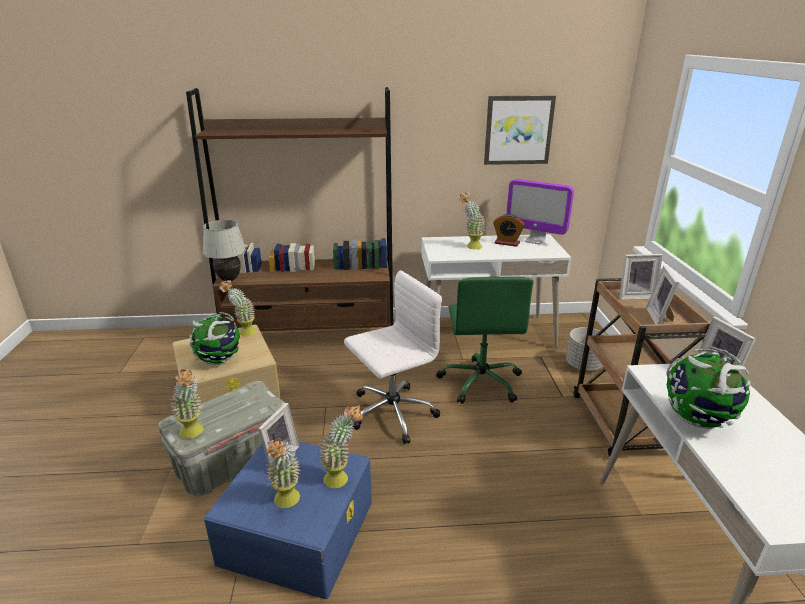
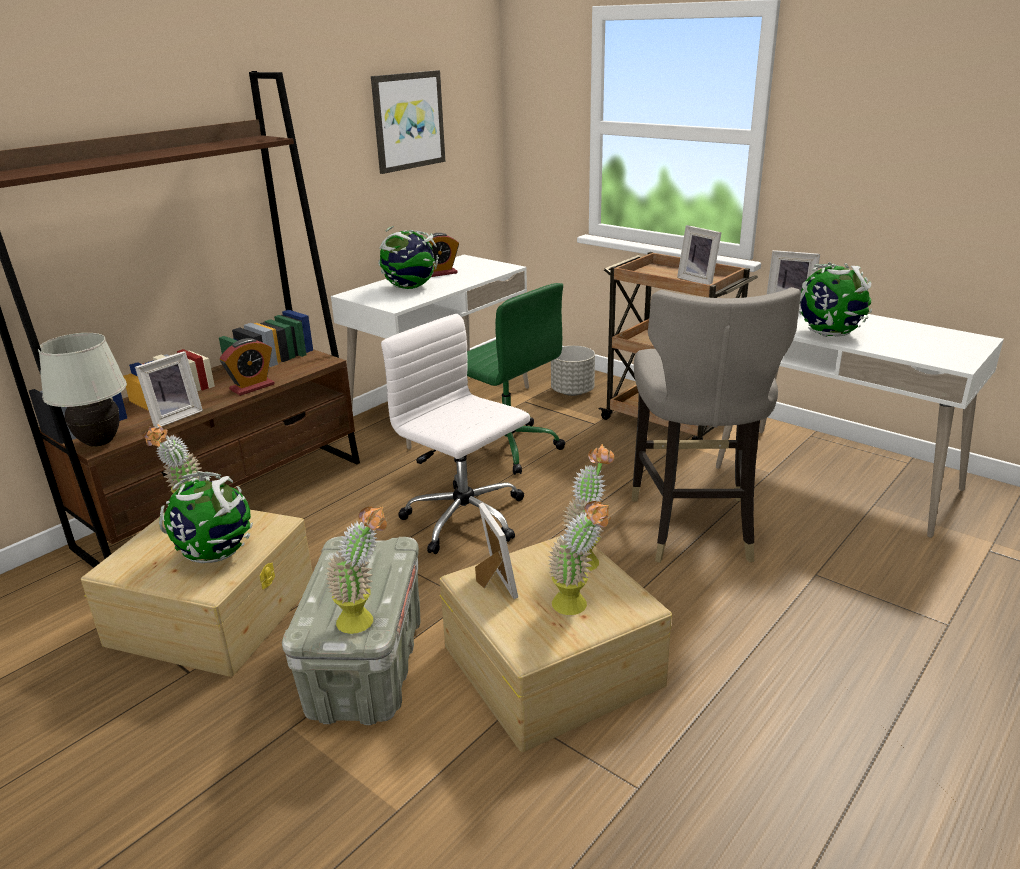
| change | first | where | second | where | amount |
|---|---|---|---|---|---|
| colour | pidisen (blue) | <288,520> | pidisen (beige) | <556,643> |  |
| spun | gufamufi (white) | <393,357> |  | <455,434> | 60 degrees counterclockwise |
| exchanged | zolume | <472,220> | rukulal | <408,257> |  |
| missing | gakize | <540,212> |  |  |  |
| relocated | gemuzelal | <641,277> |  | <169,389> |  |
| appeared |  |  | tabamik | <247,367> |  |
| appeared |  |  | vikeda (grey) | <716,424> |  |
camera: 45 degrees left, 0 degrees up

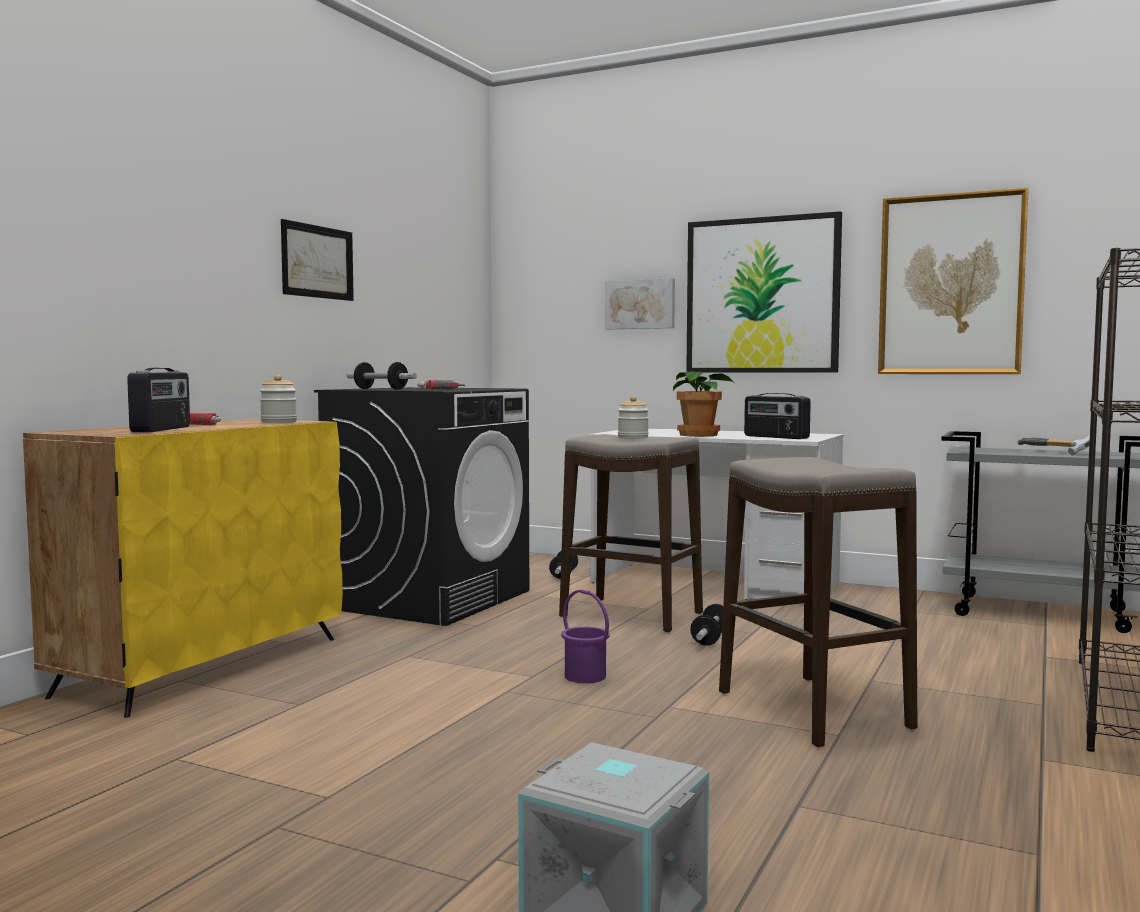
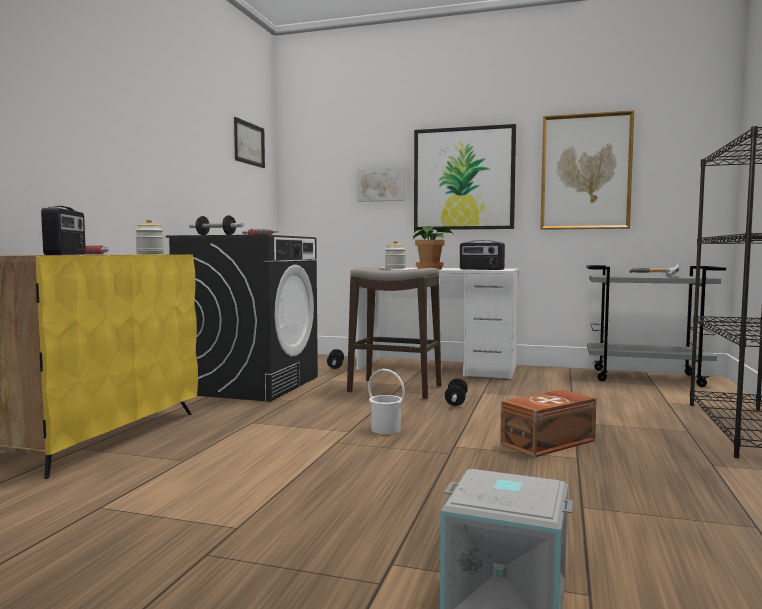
| change | first | where | second | where | amount |
|---|---|---|---|---|---|
| relocated | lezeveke | <317,260> |  | <249,142> |  |
| colour | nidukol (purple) | <585,636> | nidukol (white) | <386,401> |  |
| exchanged | vikeda | <818,602> | pidisen (brown) | <548,424> |  |
camera: 10 degrees left, 0 degrees up

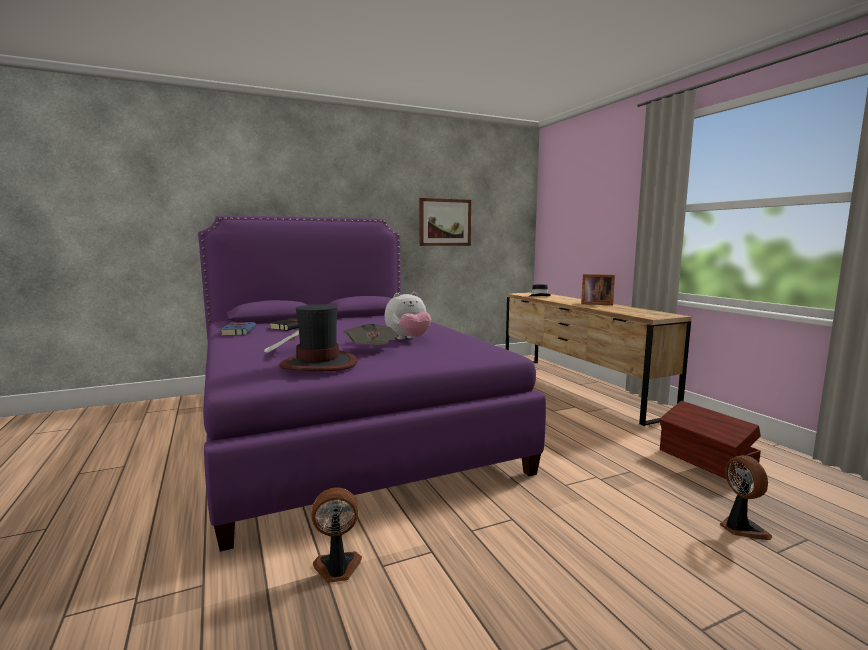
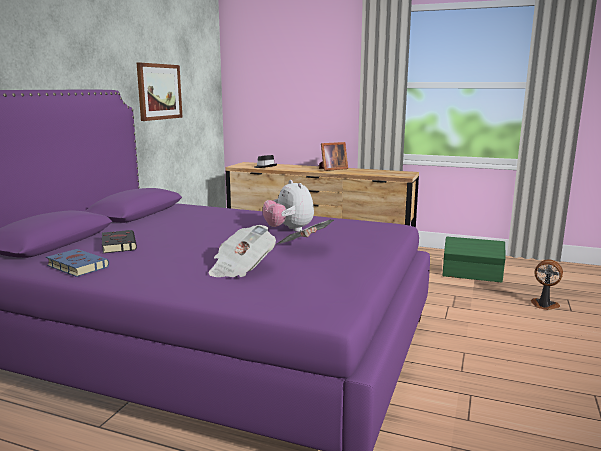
| change | first | where | second | where | amount |
|---|---|---|---|---|---|
| missing | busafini | <319,338> |  |  |  |
| missing | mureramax | <336,535> |  |  |  |
| spun | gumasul | <408,315> |  | <288,206> | 135 degrees clockwise |
| colour | pidisen (brown) | <710,441> | pidisen (green) | <474,259> |  |
camera: 45 degrees left, 5 degrees up

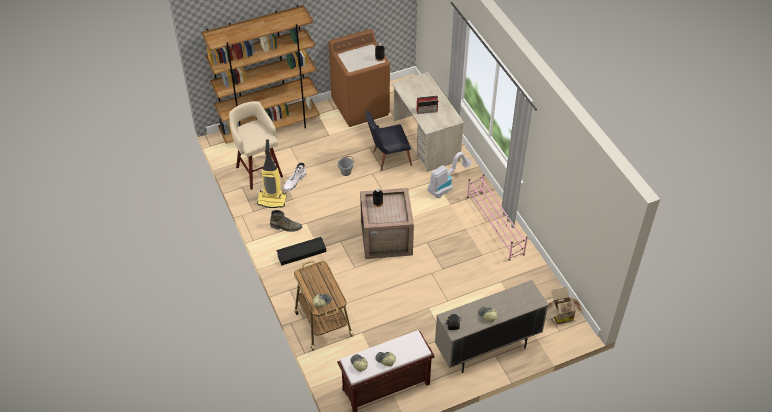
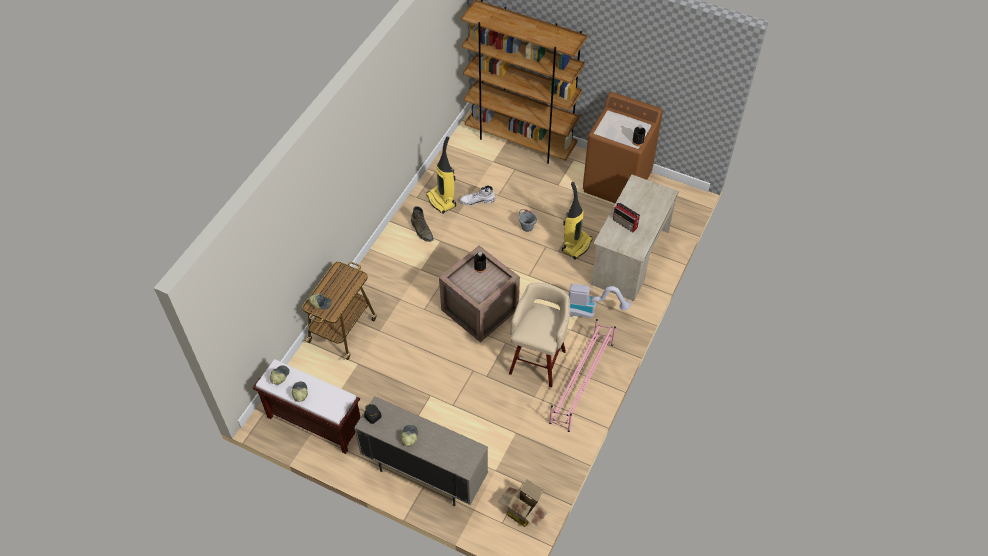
| change | first | where | second | where | amount |
|---|---|---|---|---|---|
| relocated | vikeda (beige) | <256,145> |  | <539,335> |  |
| missing | pidisen (black) | <301,251> |  |  |  |
| exchanged | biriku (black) | <389,141> | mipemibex | <577,221> |  |
camera: 50 degrees right, 5 degrees up

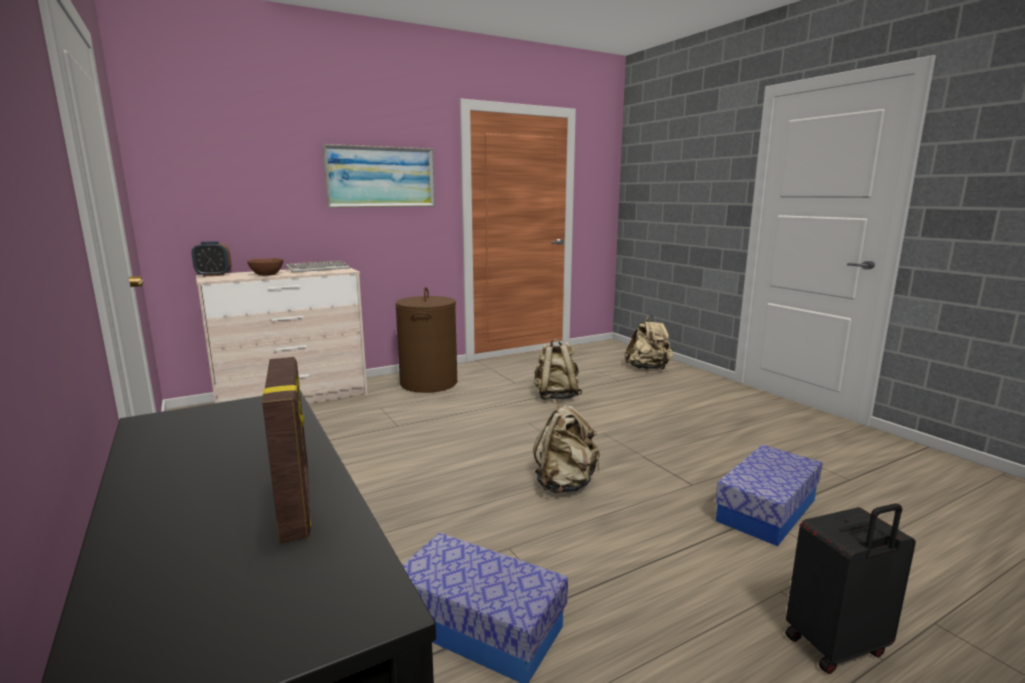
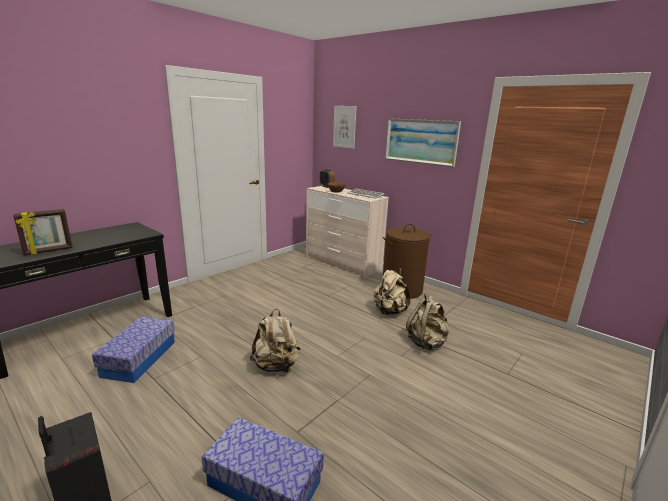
| change | first | where | second | where | amount |
|---|---|---|---|---|---|
| relocated | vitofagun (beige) | <649,342> |  | <392,291> |  |
| appeared |  |  | lezeveke | <345,127> |  |
camera: 70 degrees right, 5 degrees up

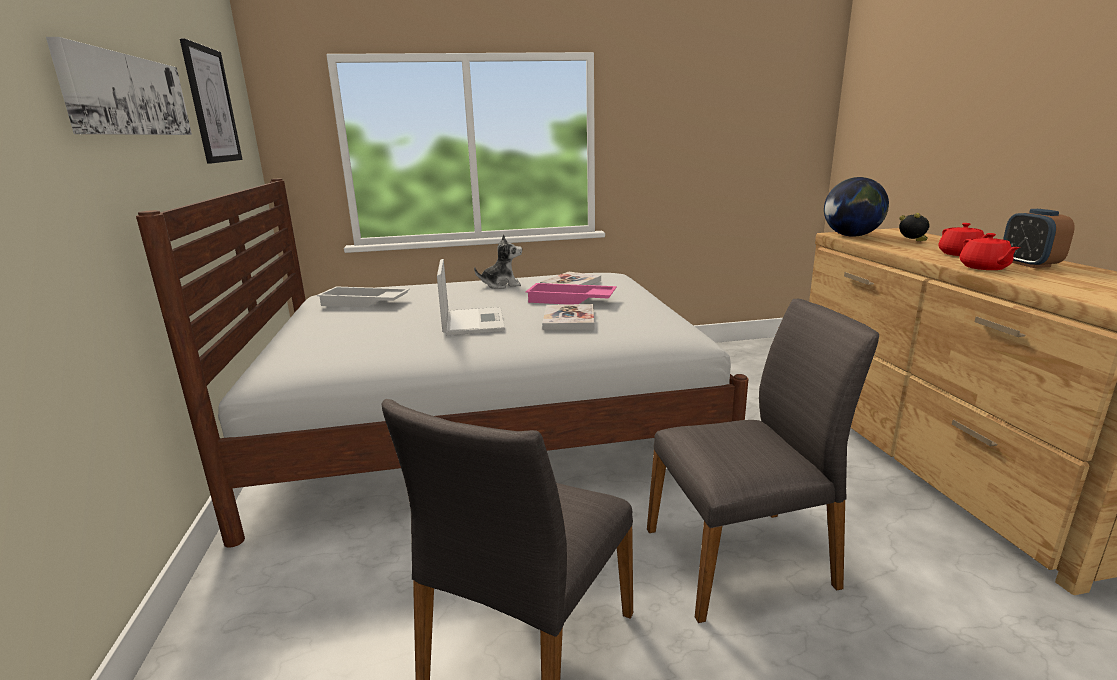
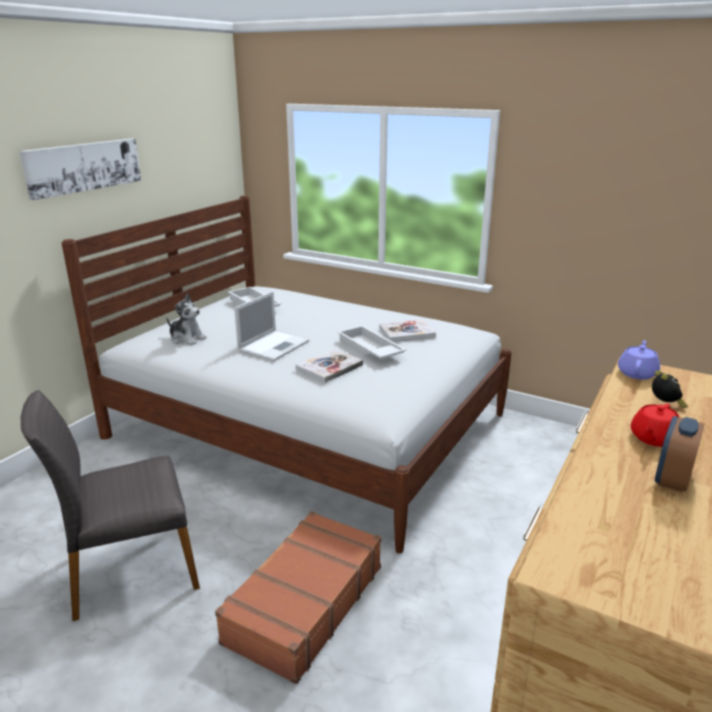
| change | first | where | second | where | amount |
|---|---|---|---|---|---|
| missing | lezeveke | <211,101> |  |  |  |
| relocated | gumasul | <498,261> |  | <186,319> |  |
| colour | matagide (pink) | <571,293> | matagide (white) | <372,342> |  |
| exchanged | biriku (grey) | <763,461> | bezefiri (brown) | <298,597> |  |
| exchanged | rukulal | <856,207> | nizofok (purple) | <639,360> |  |
| missing | nizofok (red) | <990,251> |  |  |  |
camera: 40 degrees right, 5 degrees up

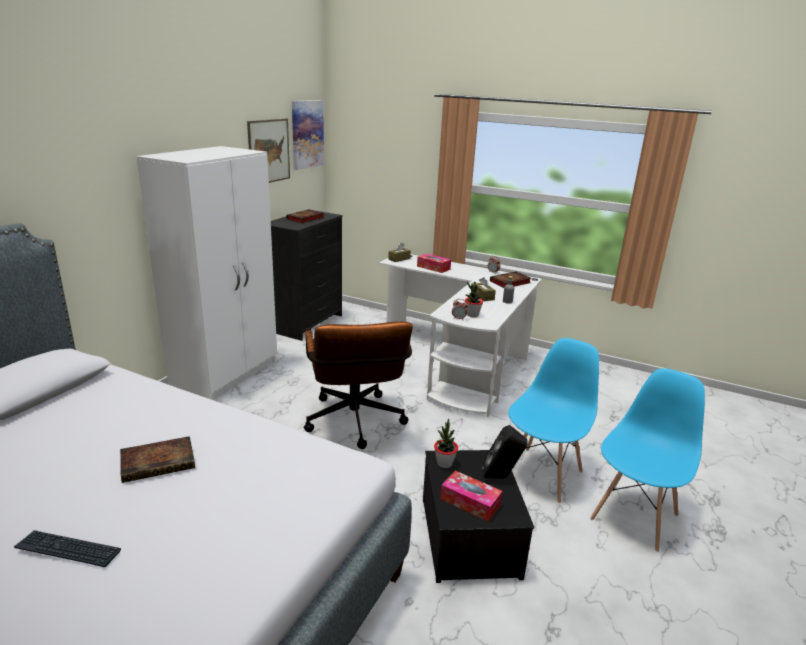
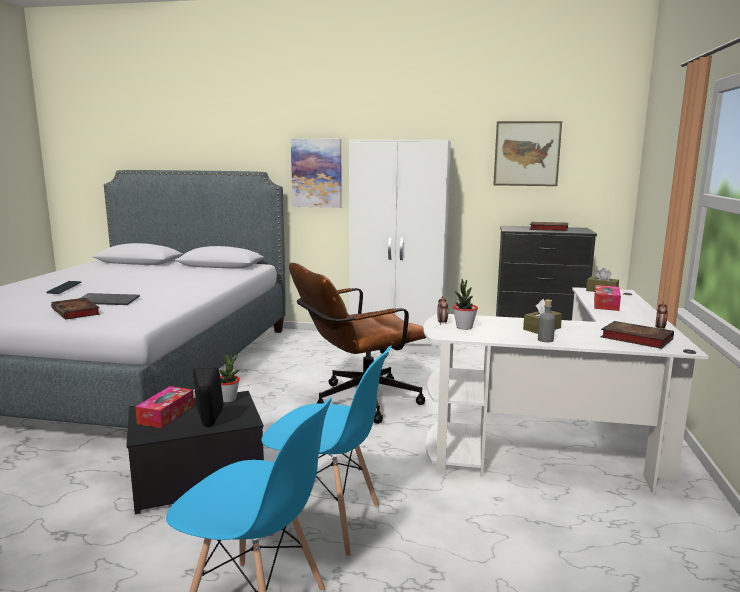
| change | first | where | second | where | amount |
|---|---|---|---|---|---|
| relocated | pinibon | <157,459> |  | <75,309> |  |
| relocated | lezeveke | <308,135> |  | <316,173> |  |
| appeared |  |  | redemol | <110,299> |  |
camera: 75 degrees right, 10 degrees down

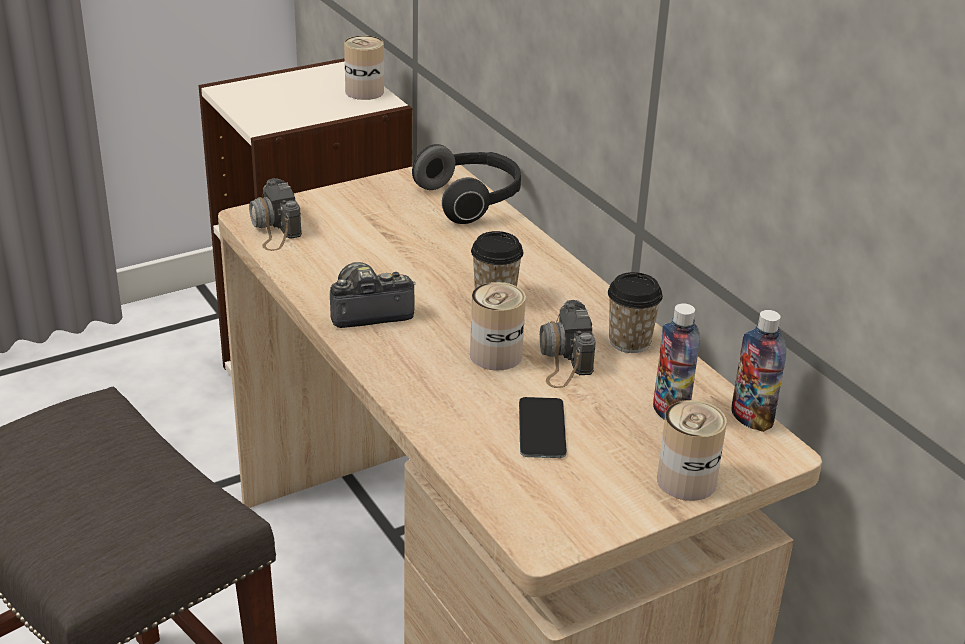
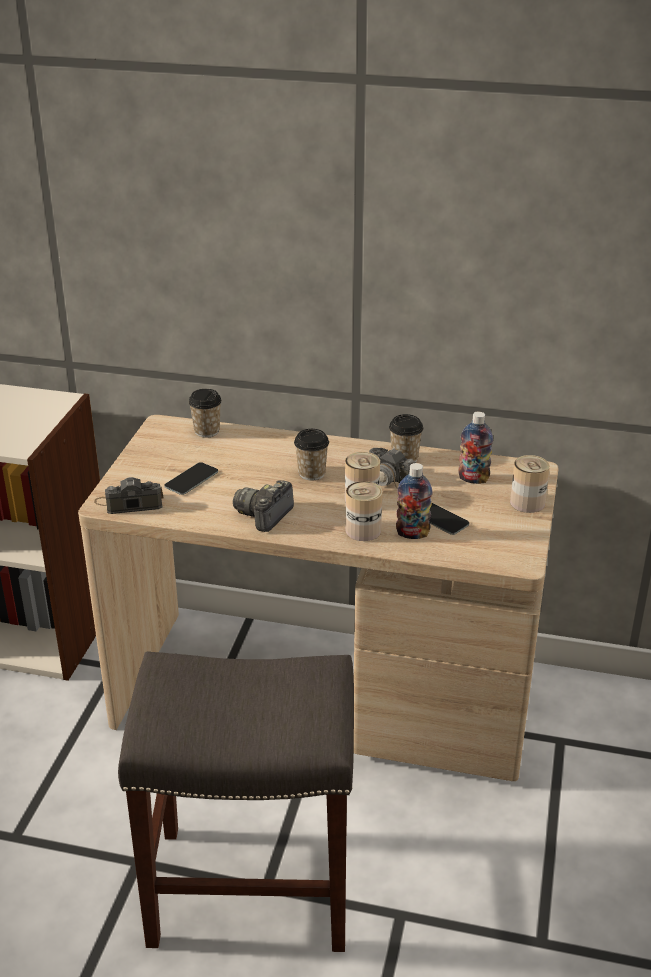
| change | first | where | second | where | amount |
|---|---|---|---|---|---|
| spun | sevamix | <275,214> |  | <128,495> | 150 degrees clockwise |
| relocated | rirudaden | <364,68> |  | <364,511> |  |
| exchanged | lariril | <466,184> | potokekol | <205,413> |  |
| relocated | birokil | <758,371> |  | <414,501> |  |
| appeared |  |  | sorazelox | <191,478> |  |
camera: 45 degrees left, 0 degrees up

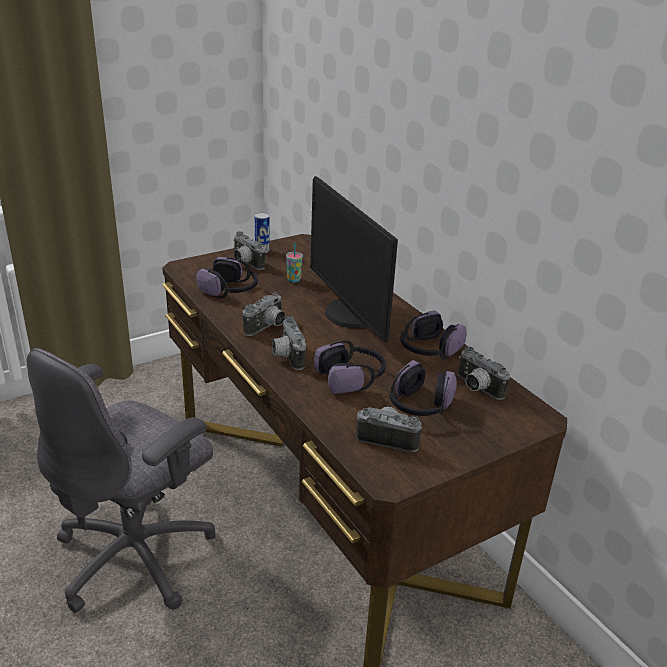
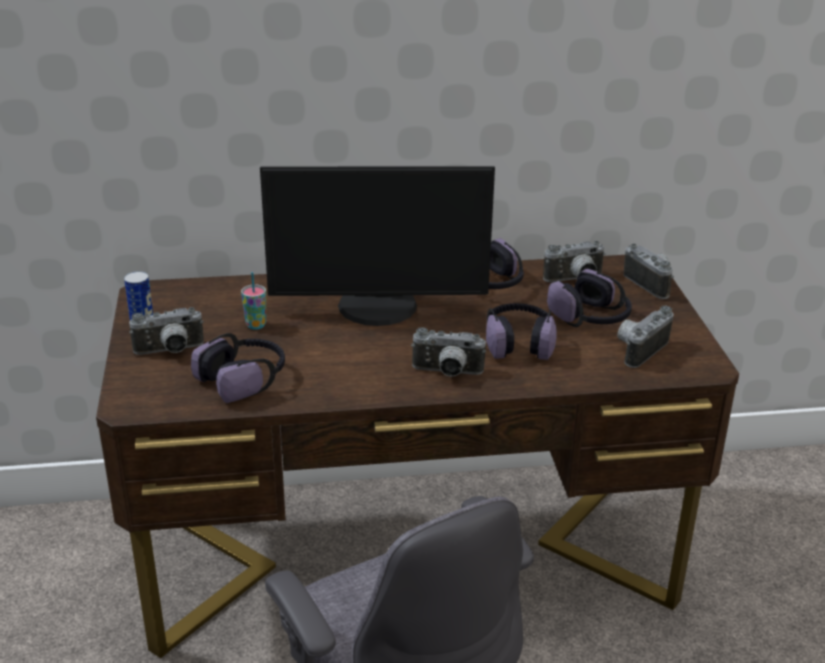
| change | first | where | second | where | amount |
|---|---|---|---|---|---|
| relocated | sevamix | <264,314> |  | <649,271> |  |
camera: 65 degrees left, 0 degrees up

